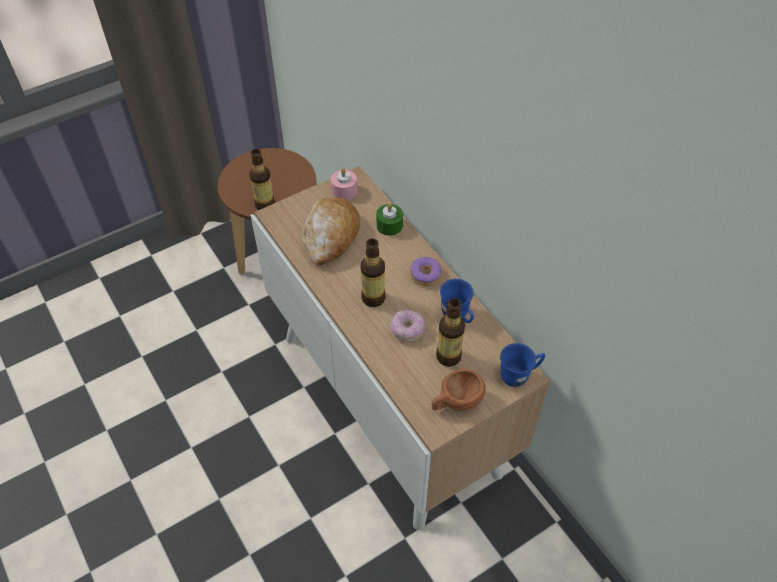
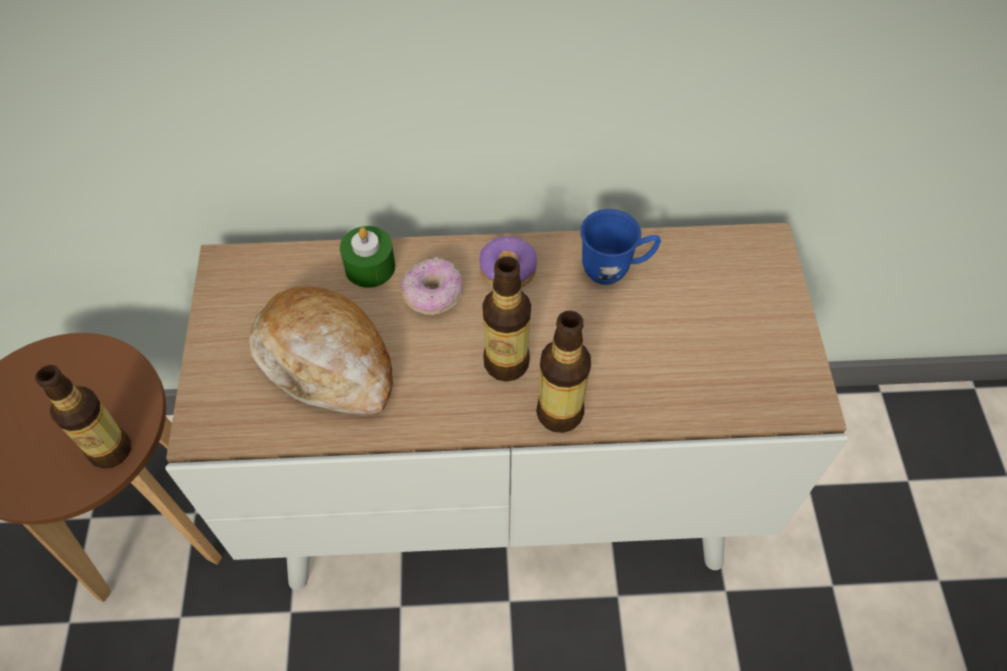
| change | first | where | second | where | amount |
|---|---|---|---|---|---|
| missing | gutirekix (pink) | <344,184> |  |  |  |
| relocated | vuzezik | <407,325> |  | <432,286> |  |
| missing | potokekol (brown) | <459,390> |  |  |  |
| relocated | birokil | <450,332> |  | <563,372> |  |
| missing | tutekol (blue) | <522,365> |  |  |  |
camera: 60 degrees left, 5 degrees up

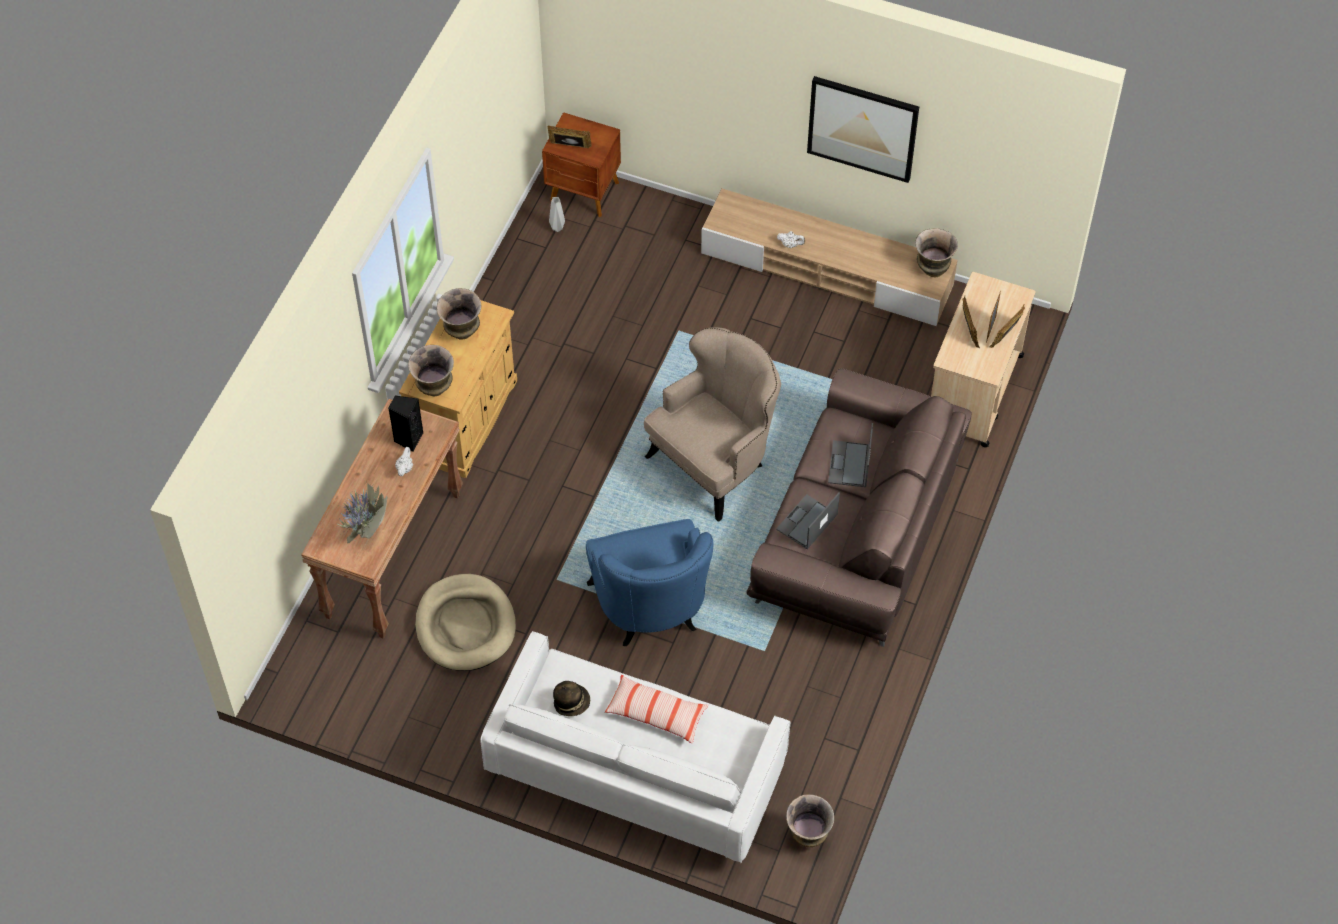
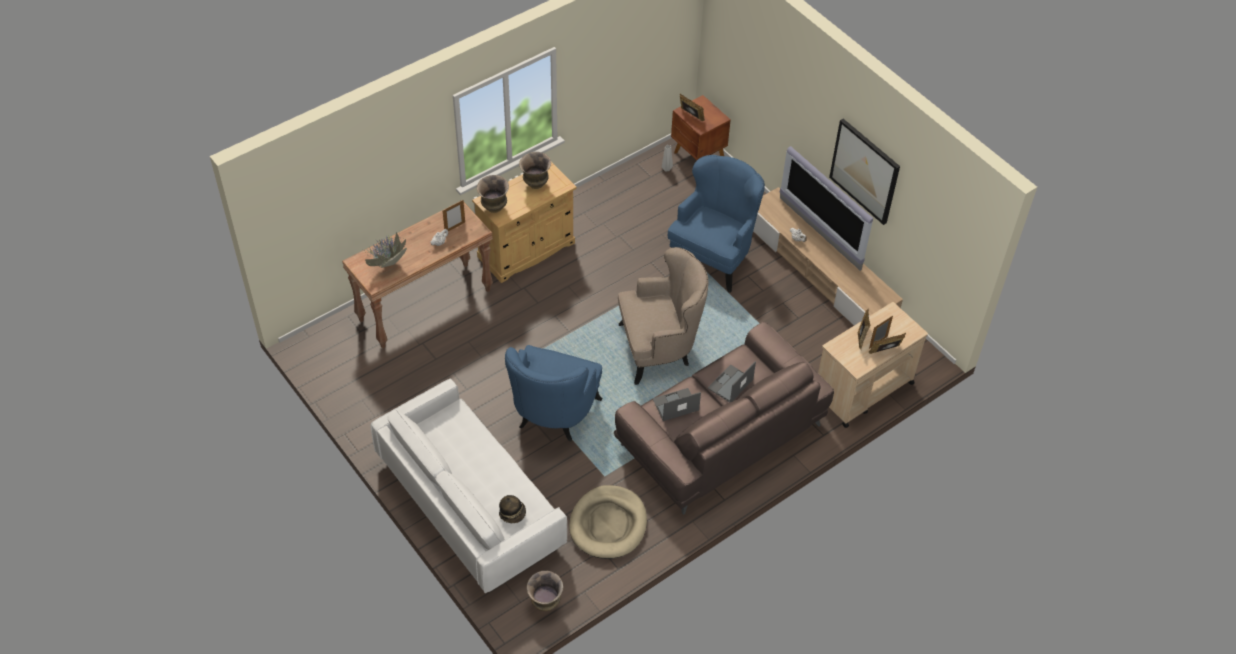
| change | first | where | second | where | amount |
|---|---|---|---|---|---|
| exchanged | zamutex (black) | <405,424> | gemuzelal | <454,215> |  |
| relocated | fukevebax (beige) | <465,622> |  | <608,522> |  |
| relocated | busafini | <571,698> |  | <512,509> |  |
| missing | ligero | <657,709> |  |  |  |
| missing | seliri | <936,252> |  |  |  |
| appeared |  |  | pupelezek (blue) | <715,224> |  |
| appeared |  |  | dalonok | <826,208> |  |
camera: 30 degrees right, 5 degrees down

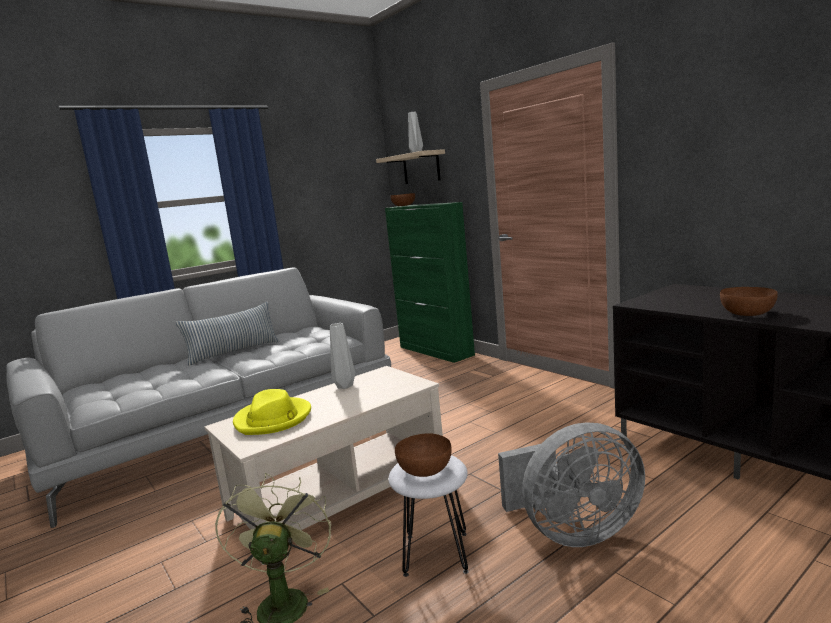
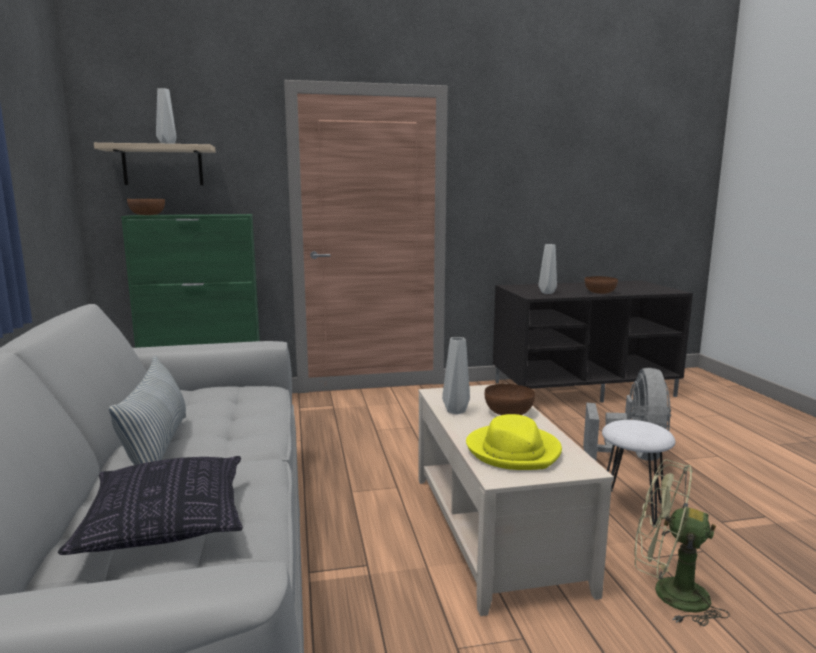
| change | first | where | second | where | amount |
|---|---|---|---|---|---|
| relocated | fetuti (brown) | <423,455> |  | <510,399> |  |
| appeared |  |  | ligero | <150,505> |  |
| appeared |  |  | seliri (grey) | <548,269> |  |
camera: 65 degrees left, 0 degrees up

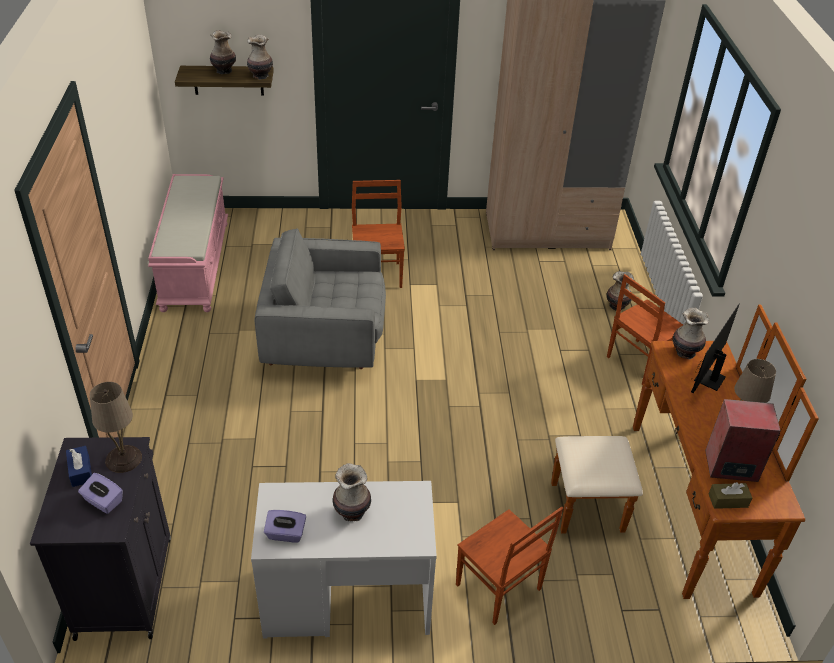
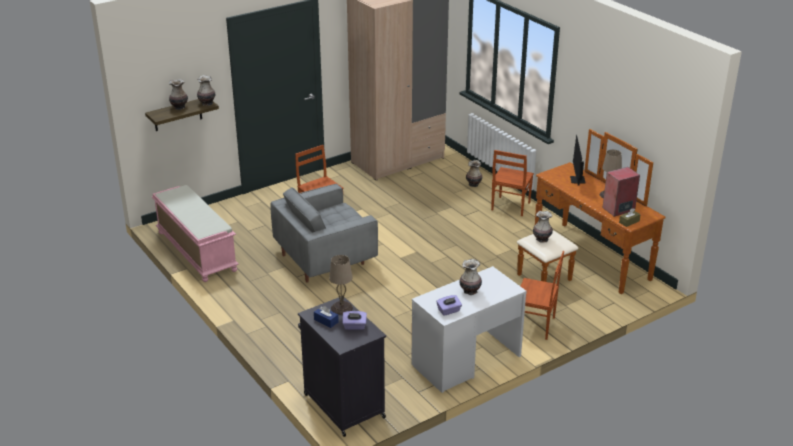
| change | first | where | second | where | amount |
|---|---|---|---|---|---|
| relocated | seliri | <691,333> |  | <543,227> |  |
camera: 30 degrees left, 10 degrees down

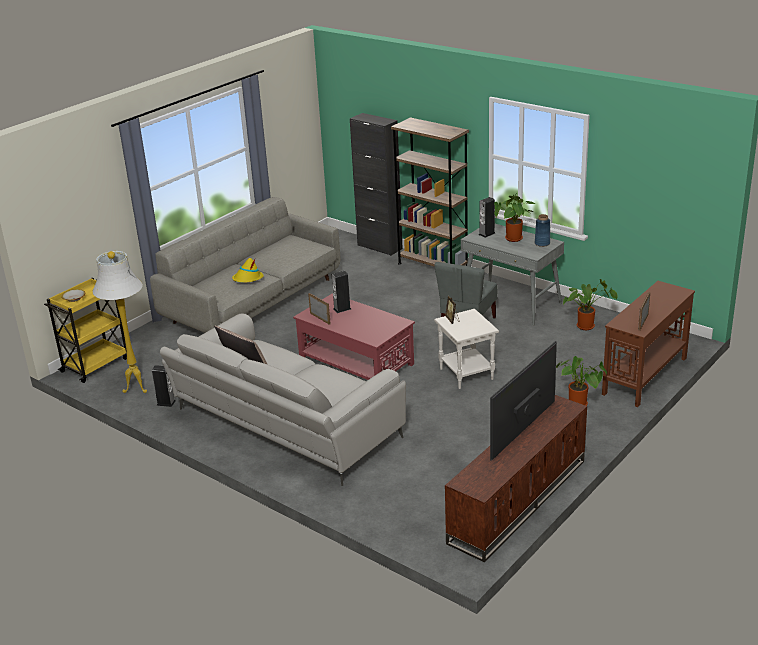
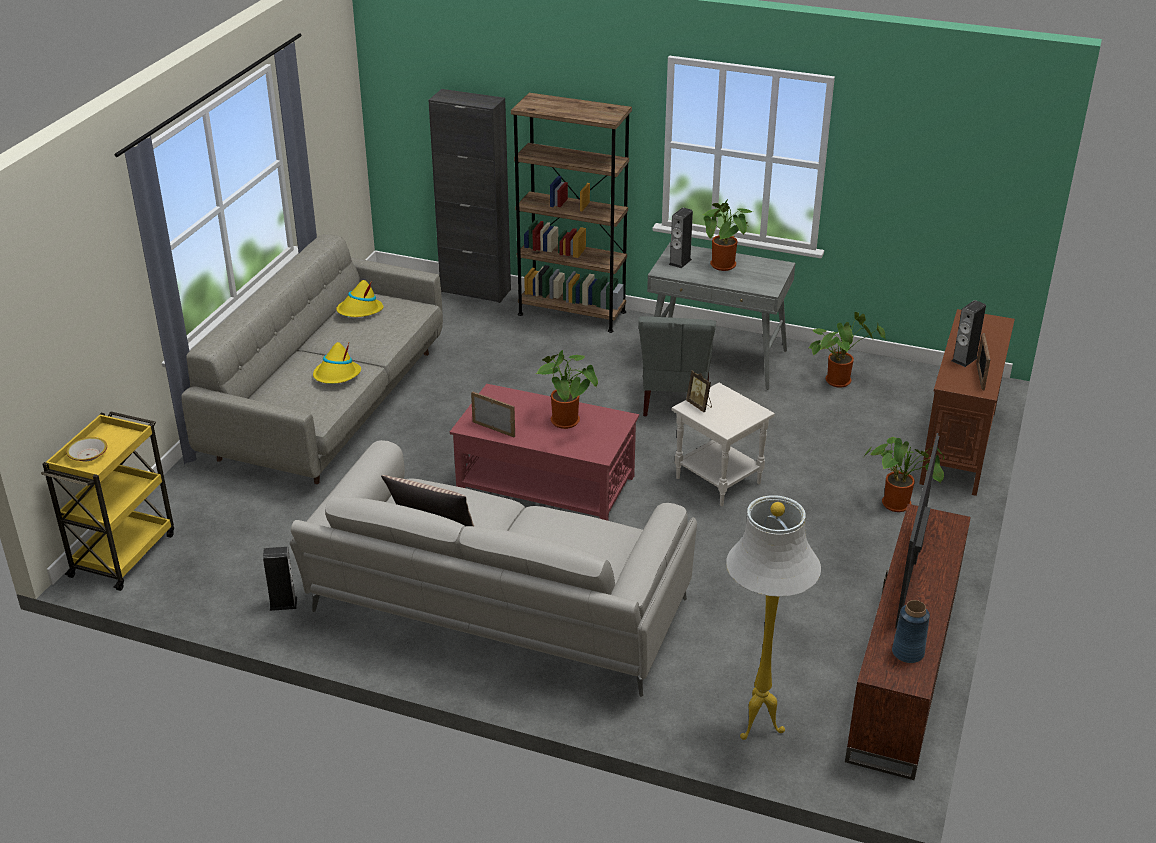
| change | first | where | second | where | amount |
|---|---|---|---|---|---|
| relocated | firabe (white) | <119,322> |  | <773,617> |  |
| relocated | zamutex | <341,292> |  | <968,333> |  |
| relocated | seliri (blue) | <542,230> |  | <911,631> |  |
| appeared |  |  | busafini (yellow) | <359,298> |  |
| appeared |  |  | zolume | <566,389> |  |
camera: 20 degrees left, 5 degrees up

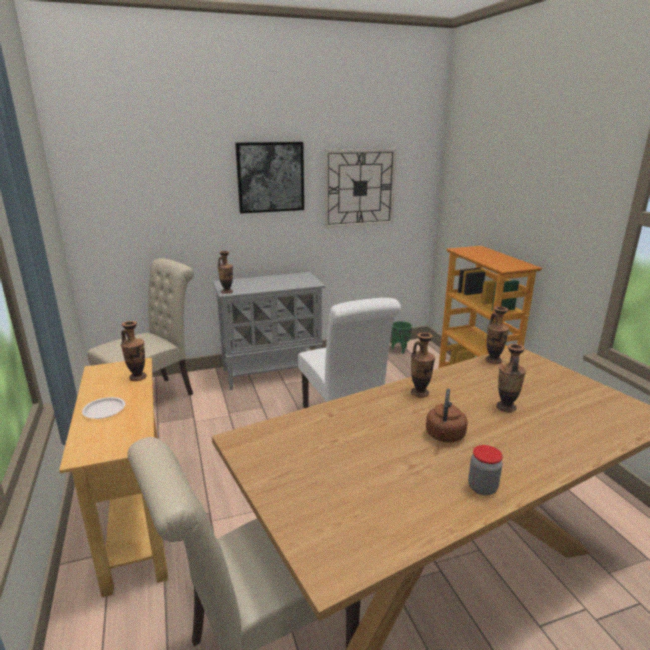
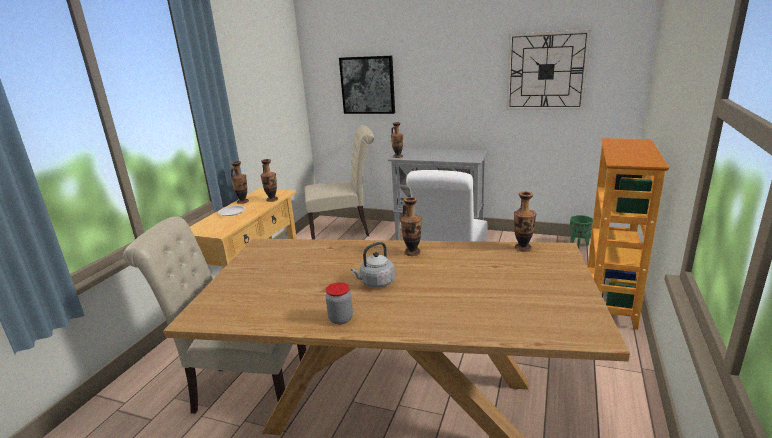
| change | first | where | second | where | amount |
|---|---|---|---|---|---|
| relocated | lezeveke | <269,178> |  | <367,85> |  |
| colour | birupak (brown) | <447,416> | birupak (grey) | <373,265> |  |
| relocated | seliri | <511,378> |  | <240,182> |  |
camera: 40 degrees right, 0 degrees up

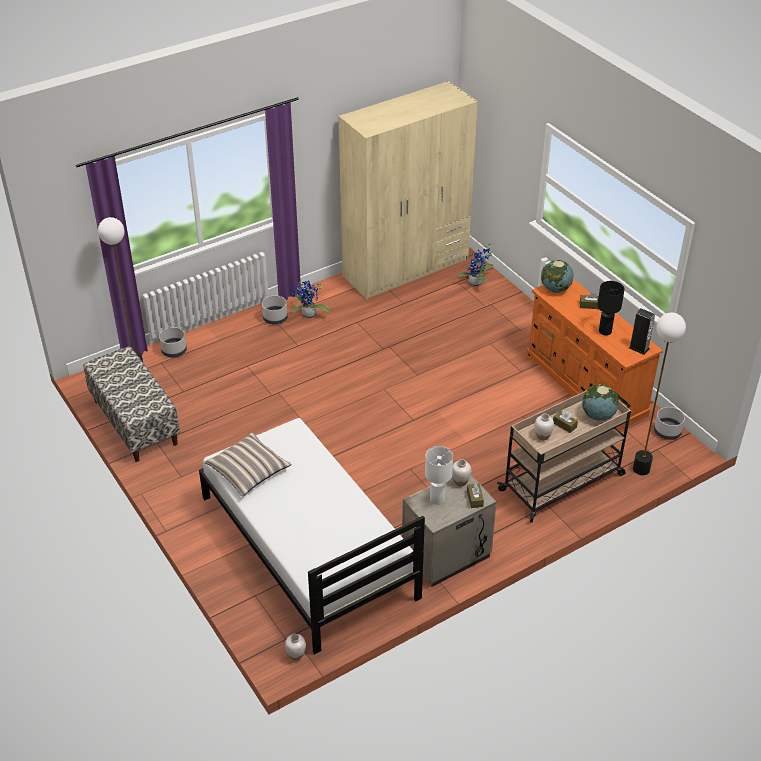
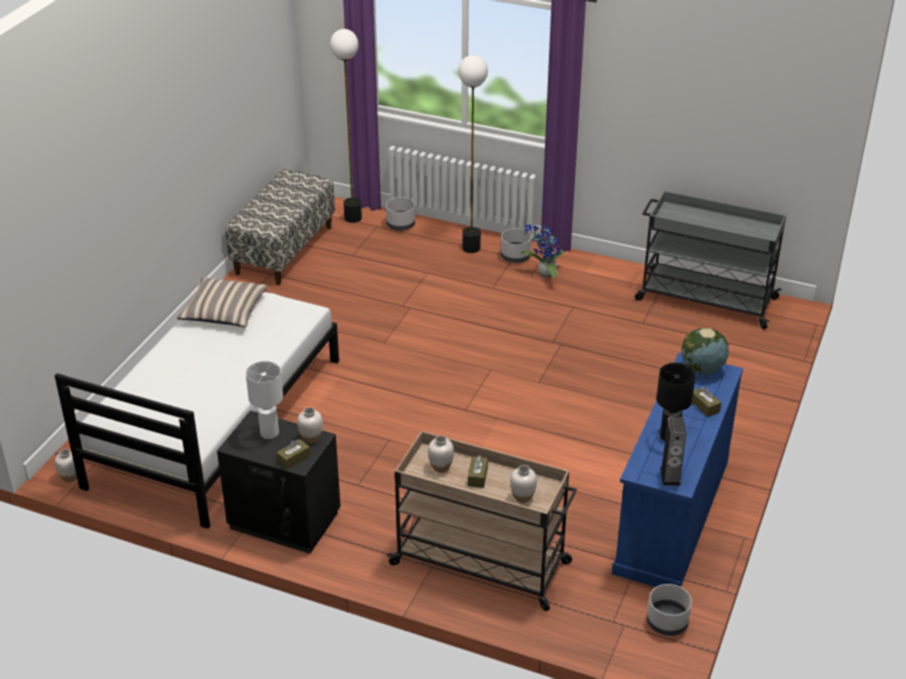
| change | first | where | second | where | amount |
|---|---|---|---|---|---|
| exchanged | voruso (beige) | <408,190> | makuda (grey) | <710,260> |  |
| colour | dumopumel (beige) | <449,531> | dumopumel (black) | <279,482> |  |
| missing | zolume | <476,264> |  |  |  |
| colour | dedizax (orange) | <594,355> | dedizax (blue) | <677,470> |  |
| exchanged | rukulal | <600,403> | seliri (white) | <523,484> |  |
| relocated | firabe | <659,393> |  | <473,154> |  |
camera: 55 degrees right, 5 degrees down

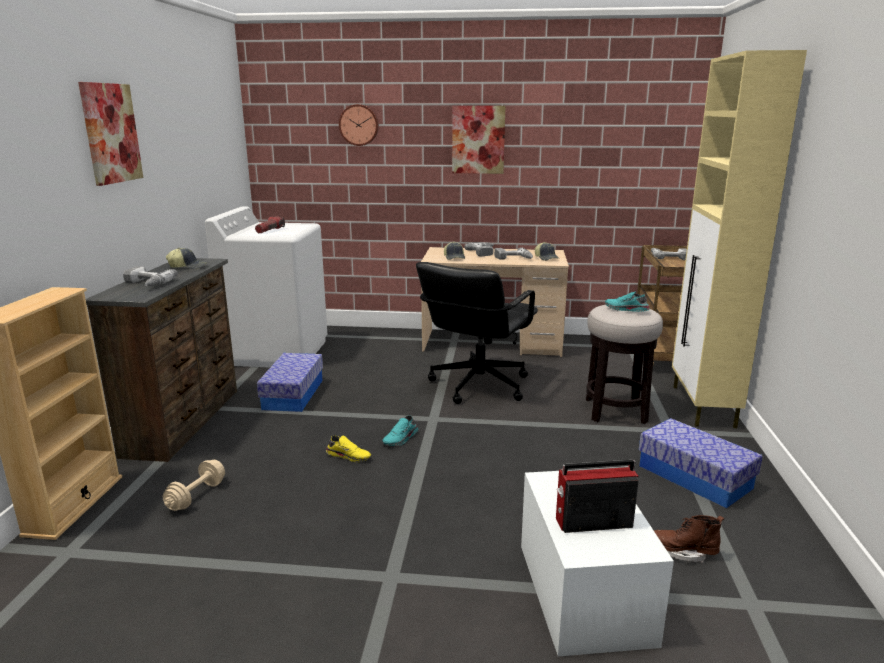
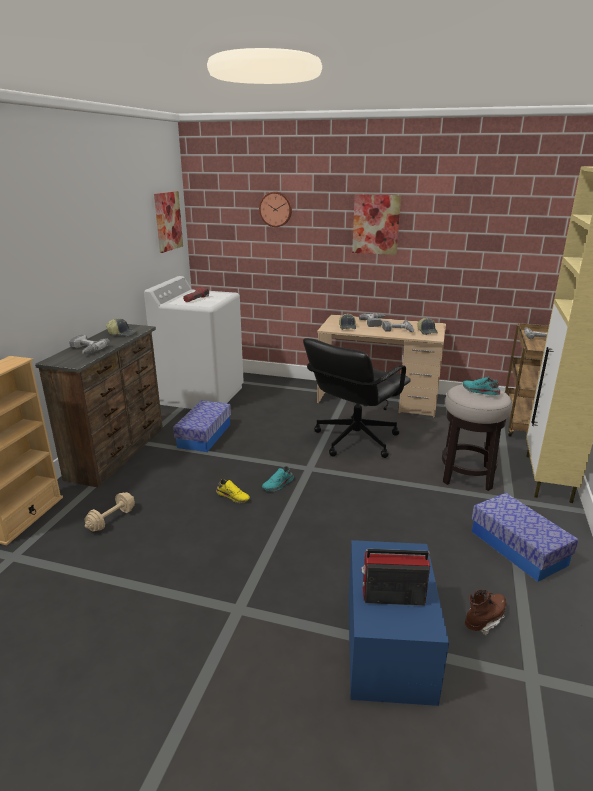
| change | first | where | second | where | amount |
|---|---|---|---|---|---|
| relocated | lezeveke | <110,134> |  | <168,222> |  |
| colour | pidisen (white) | <597,563> | pidisen (blue) | <399,623> |  |
| spun | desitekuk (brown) | <689,539> |  | <485,612> | 120 degrees clockwise |
camera: 10 degrees right, 5 degrees up

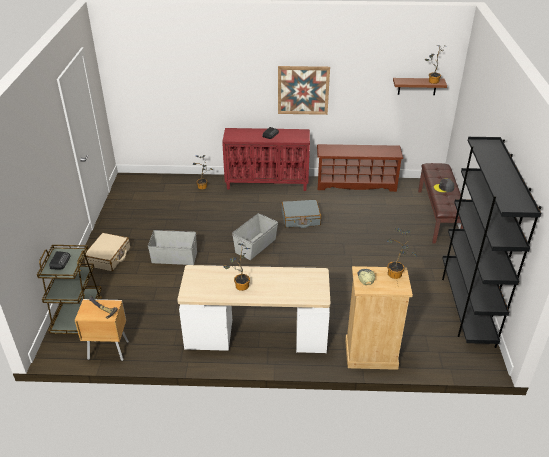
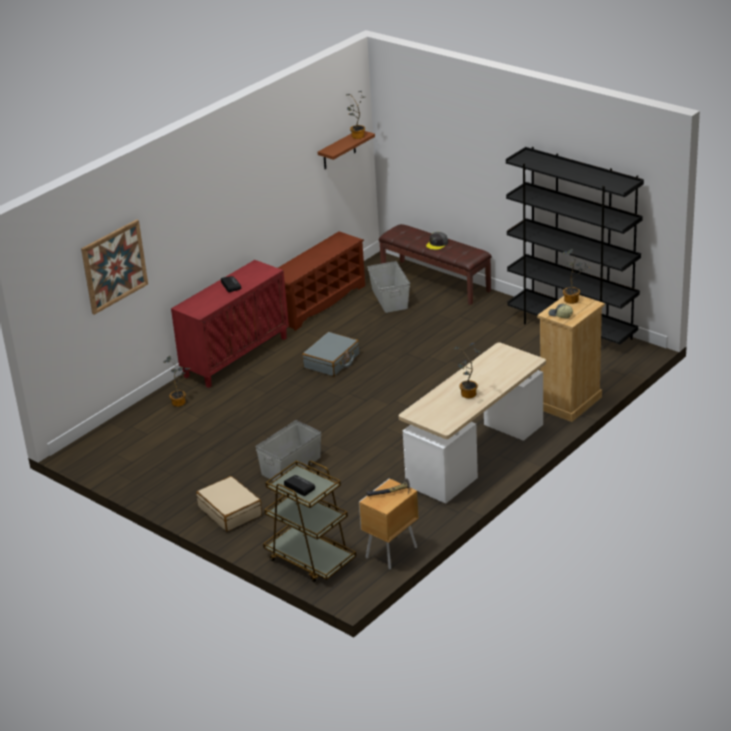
| change | first | where | second | where | amount |
|---|---|---|---|---|---|
| relocated | pidisen (grey) | <255,236> |  | <388,287> |  |
| relocated | lezeveke | <304,90> |  | <114,267> |  |
camera: 50 degrees left, 5 degrees down

